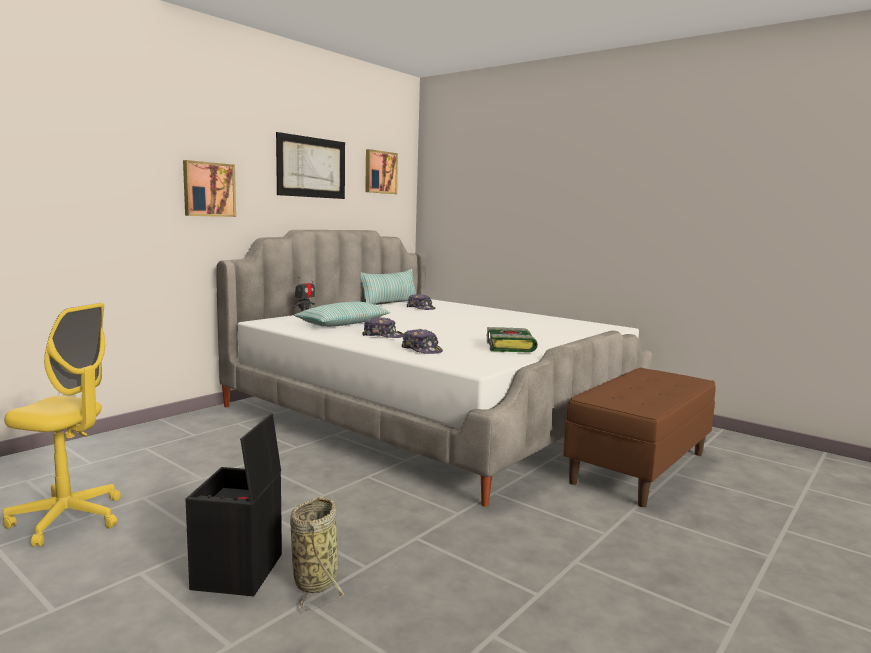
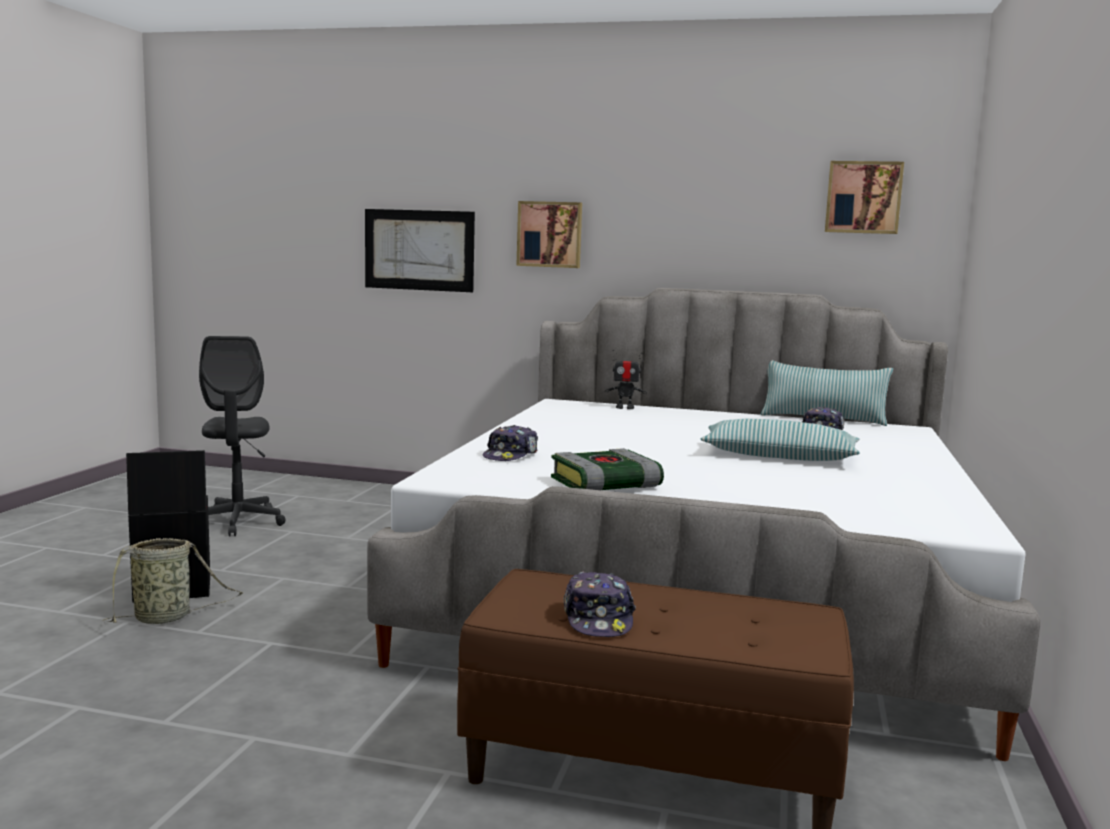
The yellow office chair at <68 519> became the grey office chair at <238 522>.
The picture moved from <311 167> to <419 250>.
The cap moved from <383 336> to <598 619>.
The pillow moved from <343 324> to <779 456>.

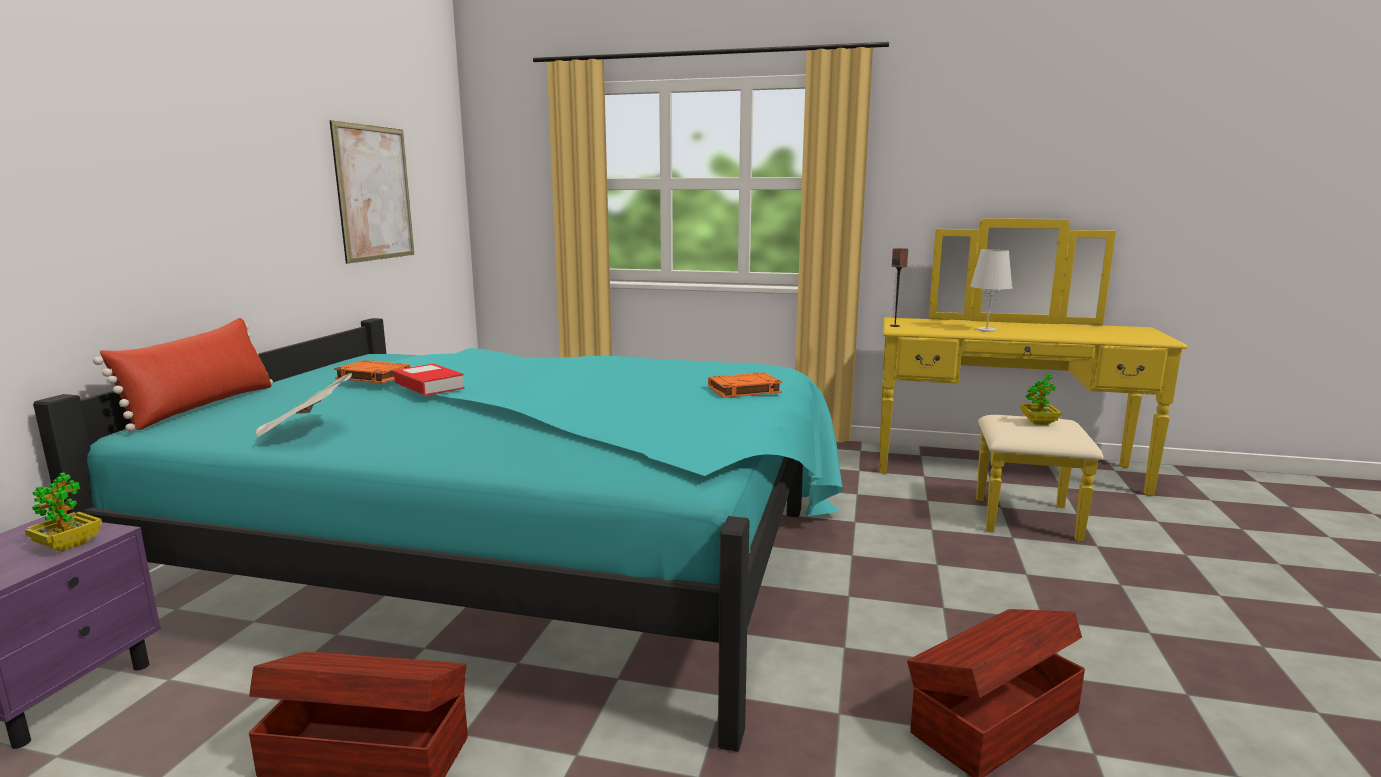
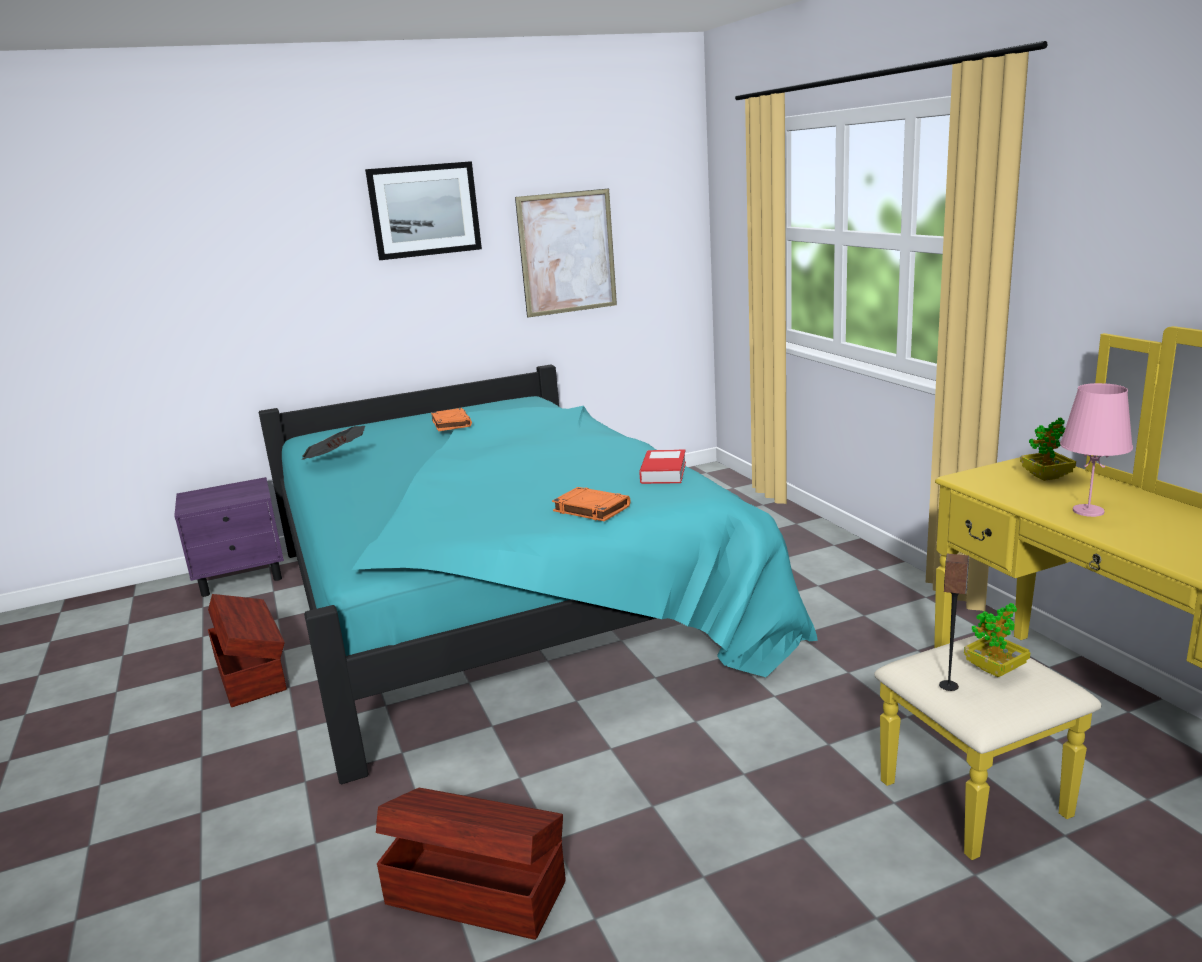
The picture at <424 210> appeared.
The book moved from <429 386> to <663 472>.
The speaker moved from <895 326> to <949 686>.
The potted plant moved from <68 545> to <1046 477>.
The white table lamp at <986 330> became the pink table lamp at <1087 511>.
The red pillow at <203 406> disappeared.

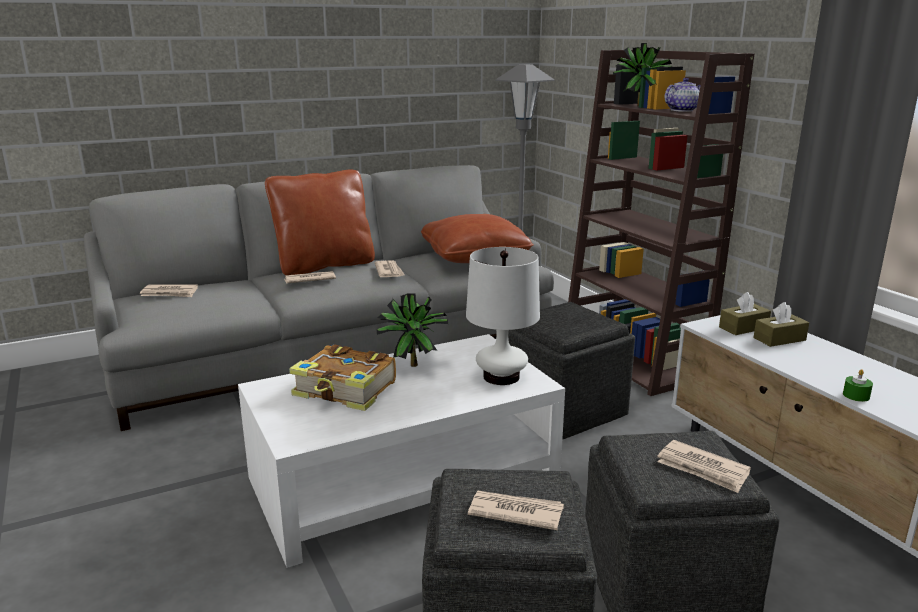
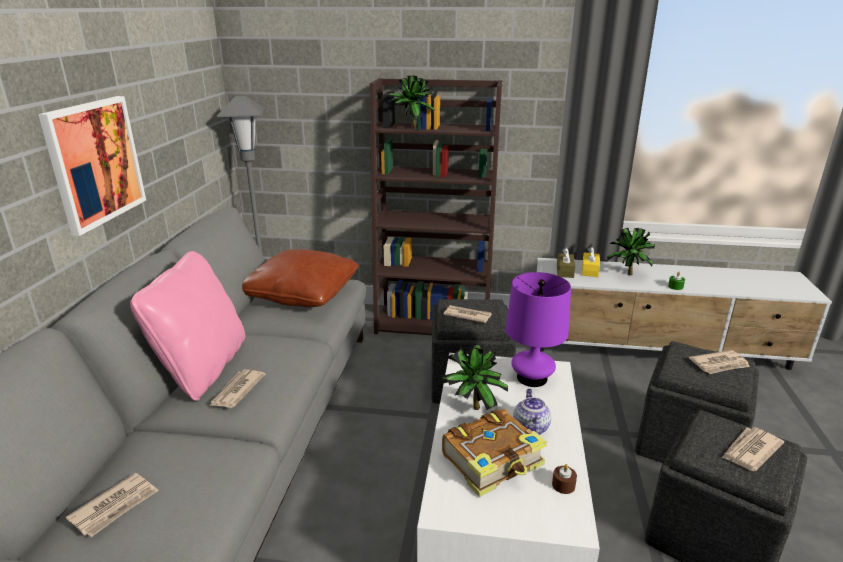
The picture at <95 162> appeared.
The brown pillow at <324 265> became the pink pillow at <203 369>.
The newspaper moved from <389 271> to <467 315>.
The white table lamp at <501 377> became the purple table lamp at <532 378>.
The teapot moved from <682 110> to <530 427>.
The brown candle at <563 485> appeared.
The brown tissue box at <779 339> became the yellow tissue box at <590 270>.
The potted plant at <628 275> appeared.

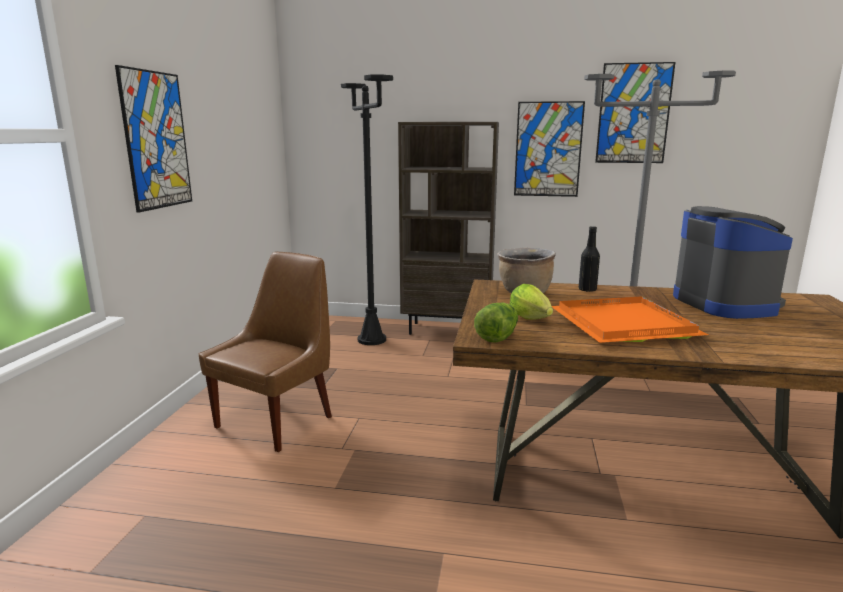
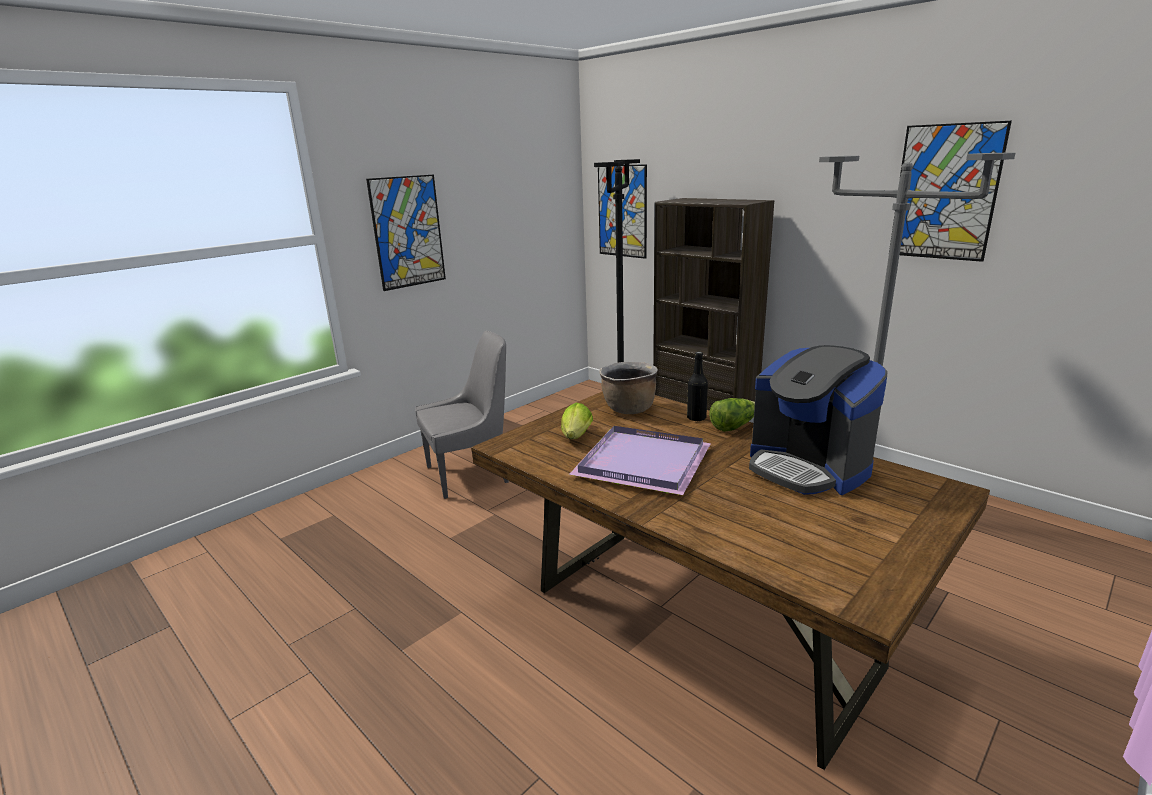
The brown chair at <278 420> became the grey chair at <470 474>.
The orange tray at <620 324> became the purple tray at <641 461>.
The picture moved from <548 149> to <622 211>.
The lettuce moved from <497 335> to <733 426>.
The coffee machine at <725 303> turned 120 degrees clockwise.

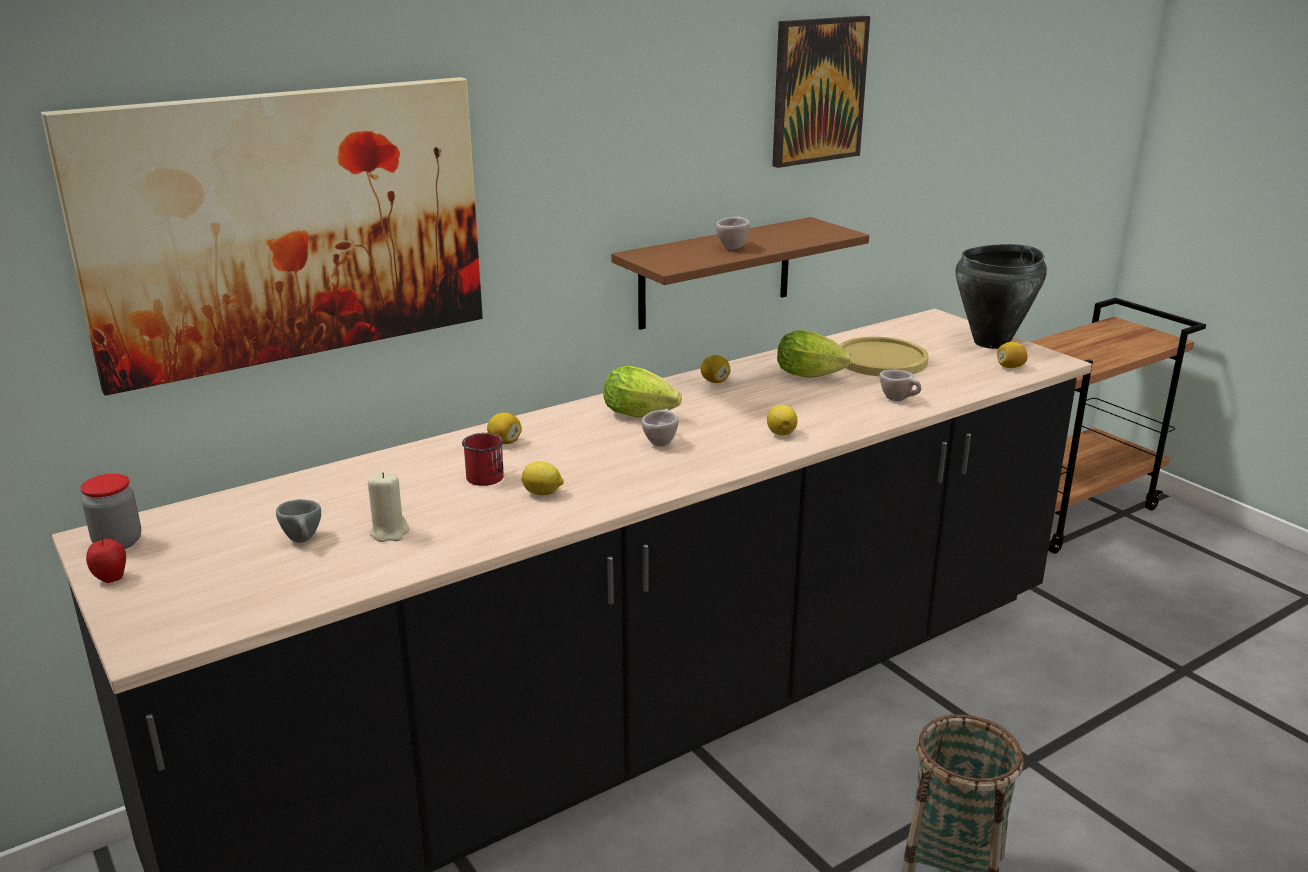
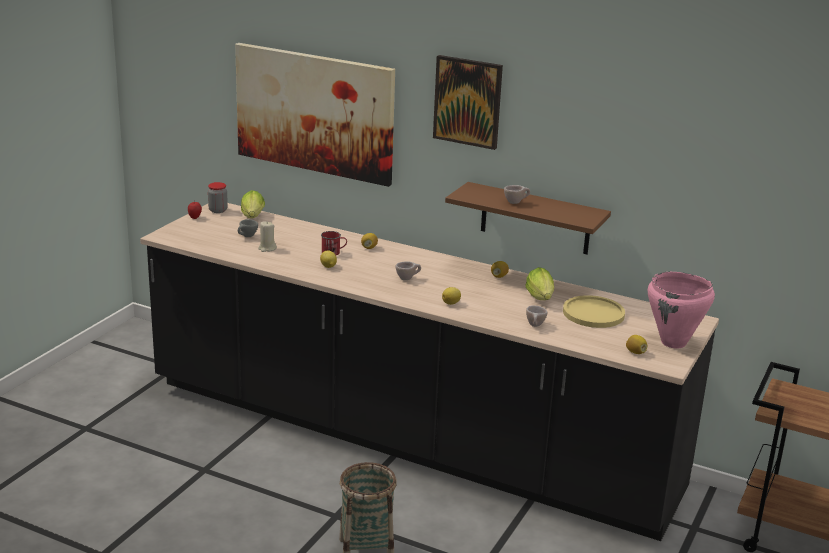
The lettuce moved from <643 415> to <252 218>.
The picture moved from <818 91> to <468 101>.
The black cooking pot at <992 343> became the pink cooking pot at <673 343>.

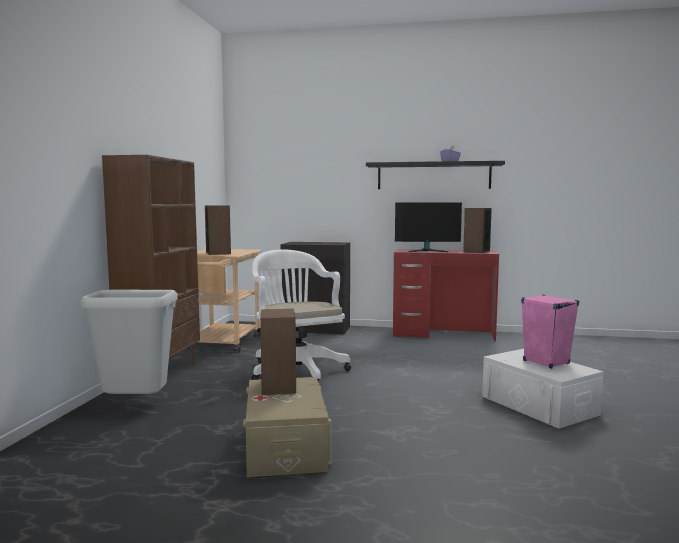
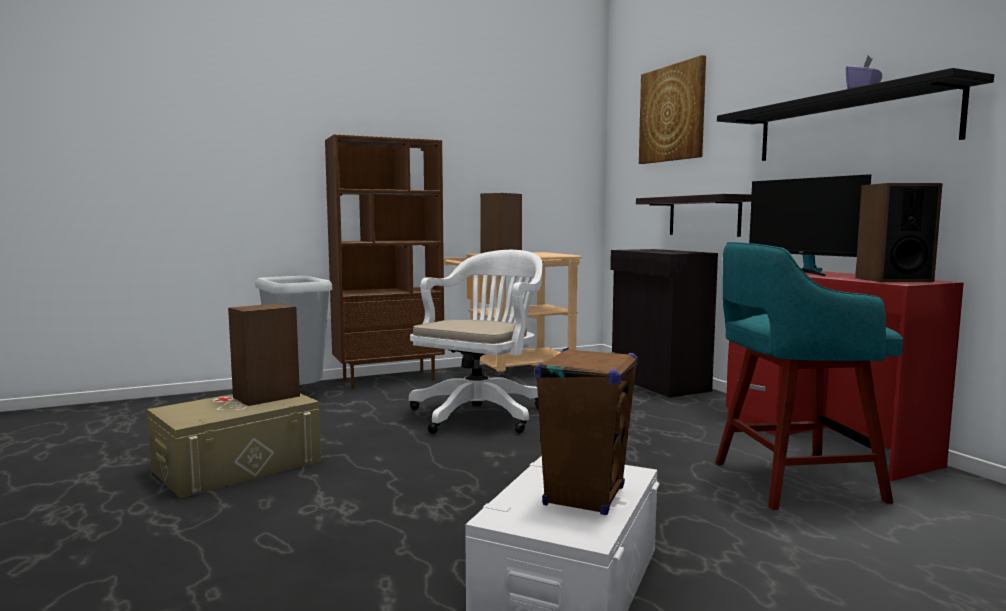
The pink speaker at <545 362> became the brown speaker at <584 496>.
The shelf at <704 216> appeared.
The picture at <672 113> appeared.
The turquoise stool at <791 481> appeared.

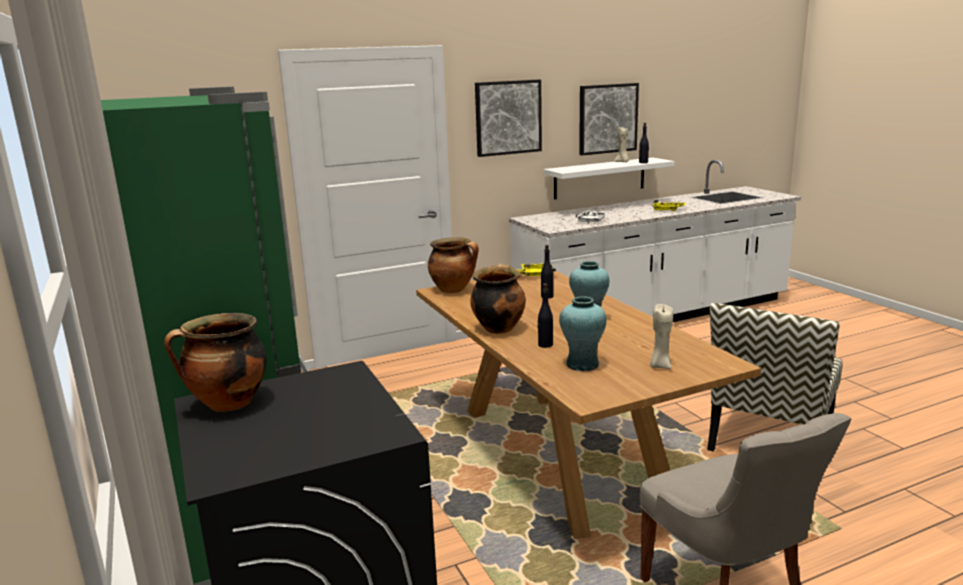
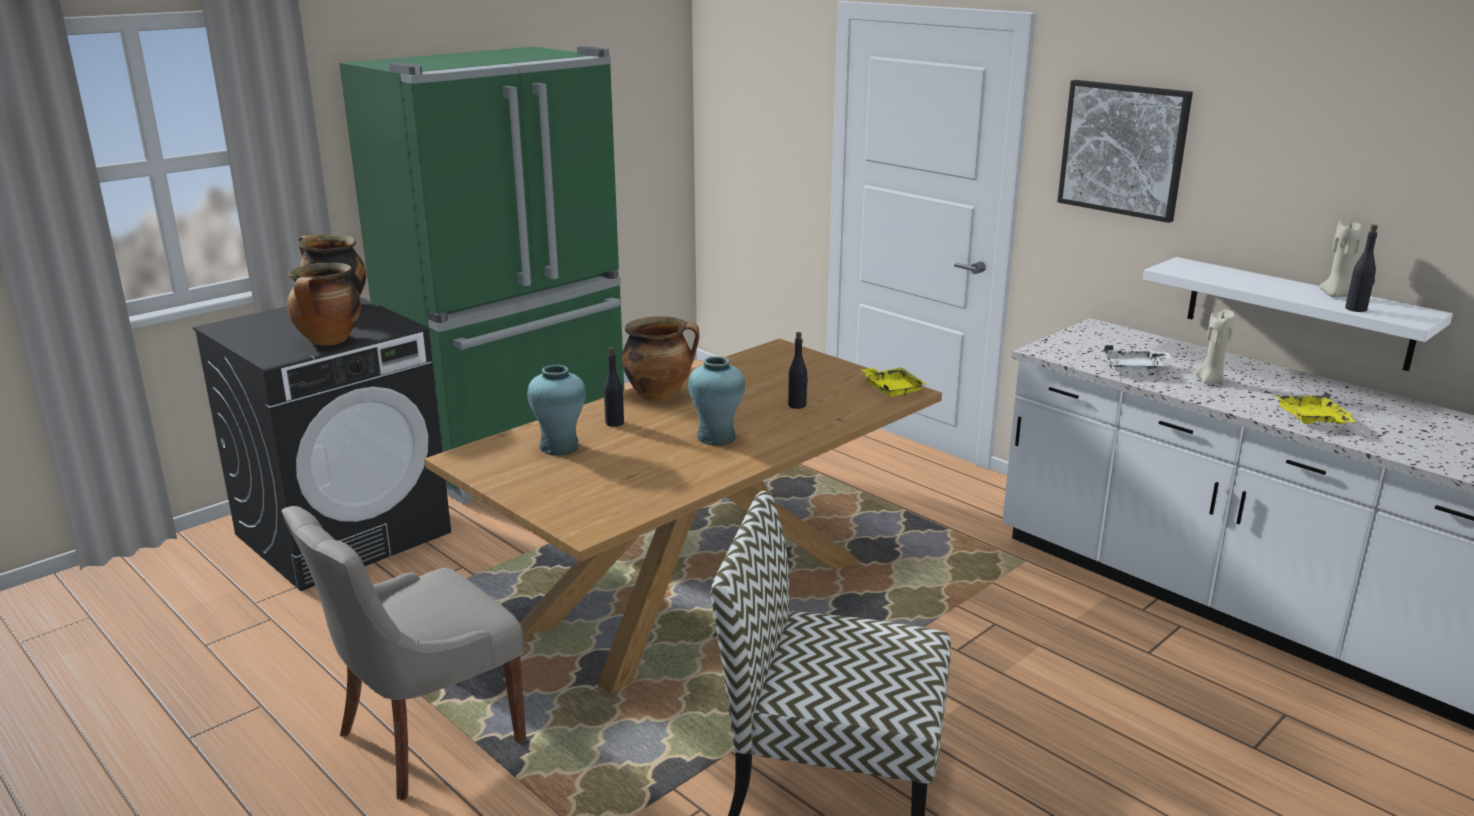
The cooking pot moved from <454 290> to <329 341>.
The beige candle moved from <660 366> to <1210 380>.
The picture at <607 118> disappeared.

